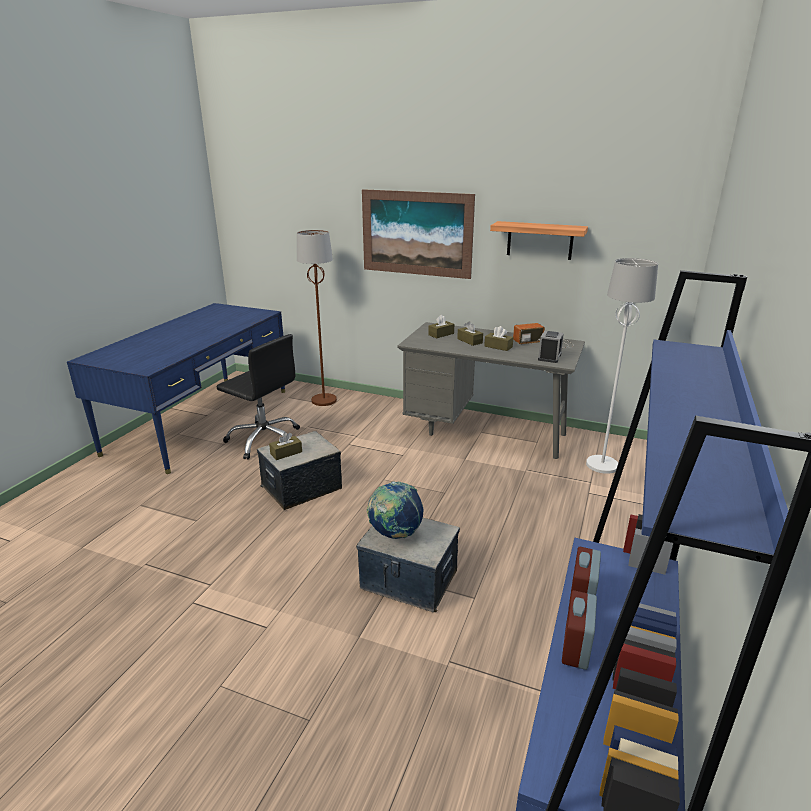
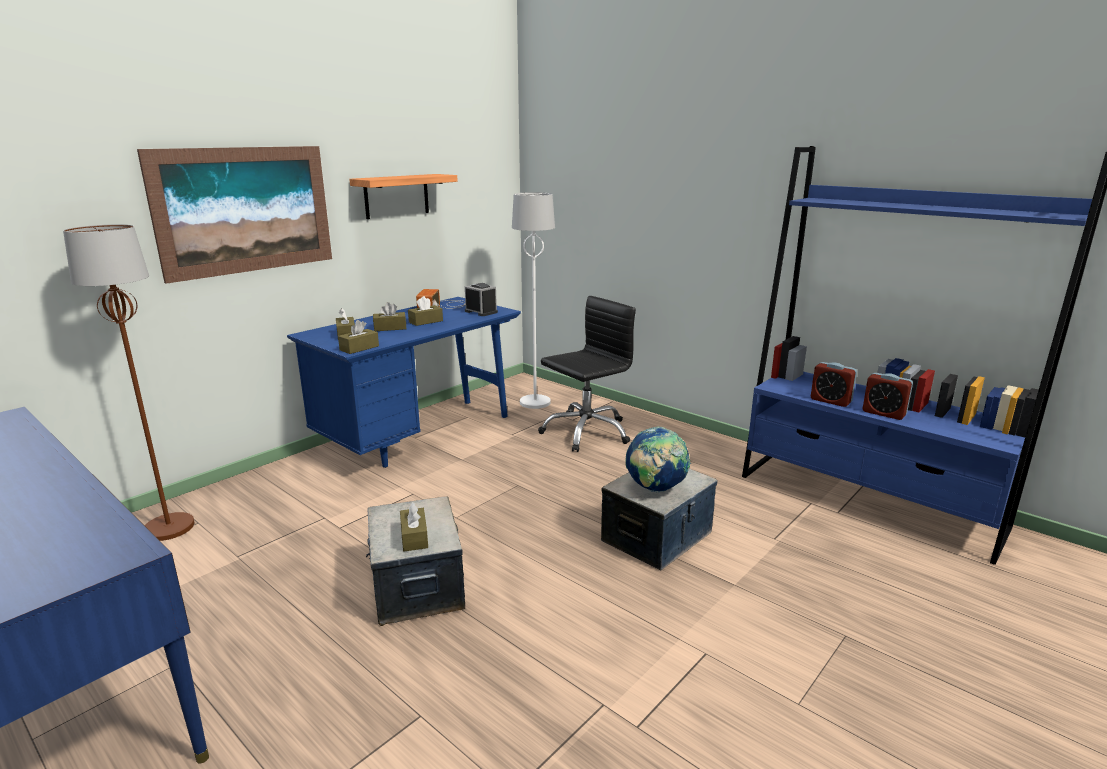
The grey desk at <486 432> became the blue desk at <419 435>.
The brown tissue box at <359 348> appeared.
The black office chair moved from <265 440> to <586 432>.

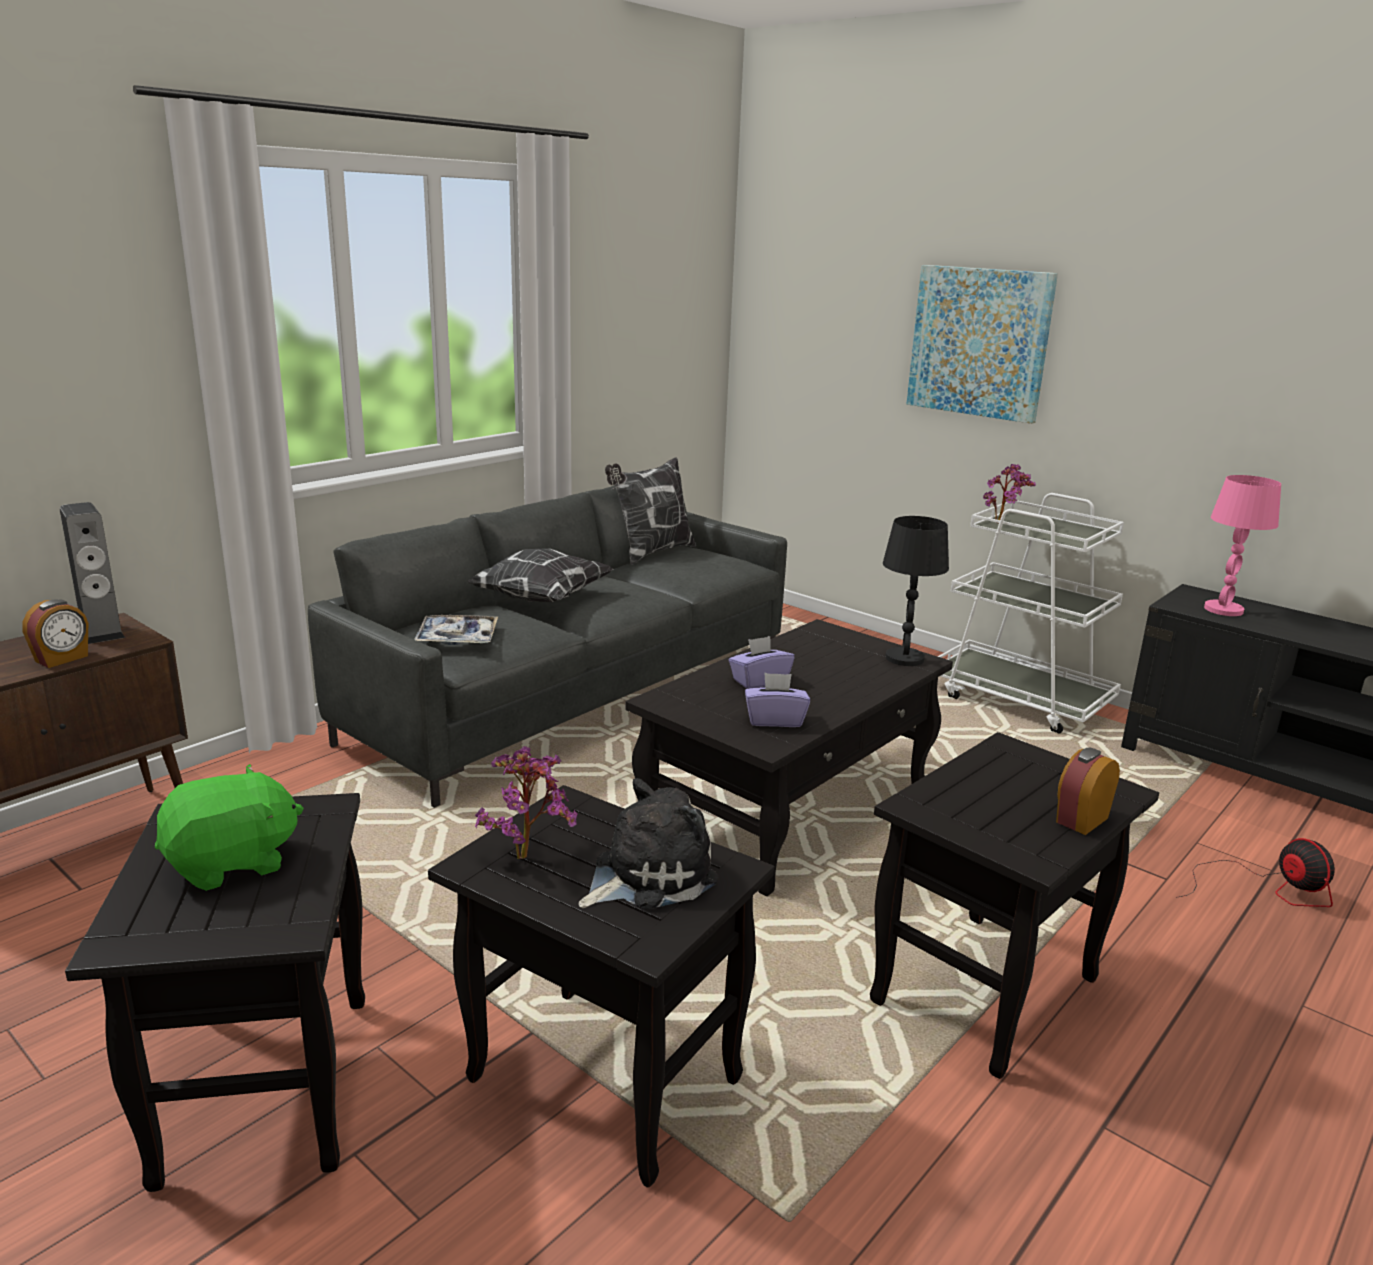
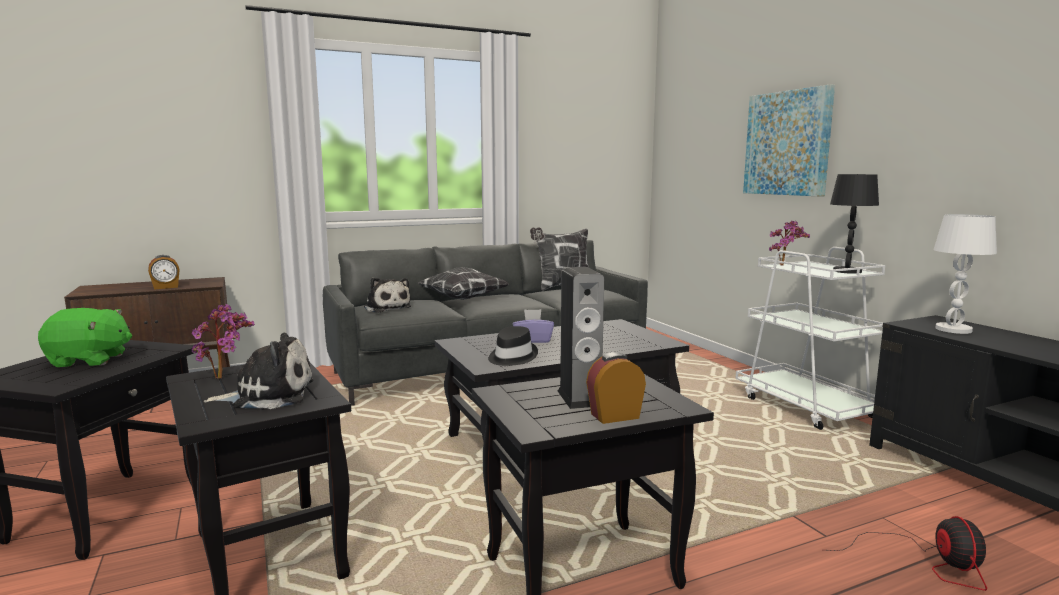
The tray at <457 638> was replaced by the plush toy at <386 308>.
The purple tissue box at <775 720> was replaced by the black hat at <511 357>.
The speaker moved from <101 632> to <580 398>.
The black table lamp moved from <905 658> to <847 271>.
The pink table lamp at <1223 610> became the white table lamp at <953 329>.

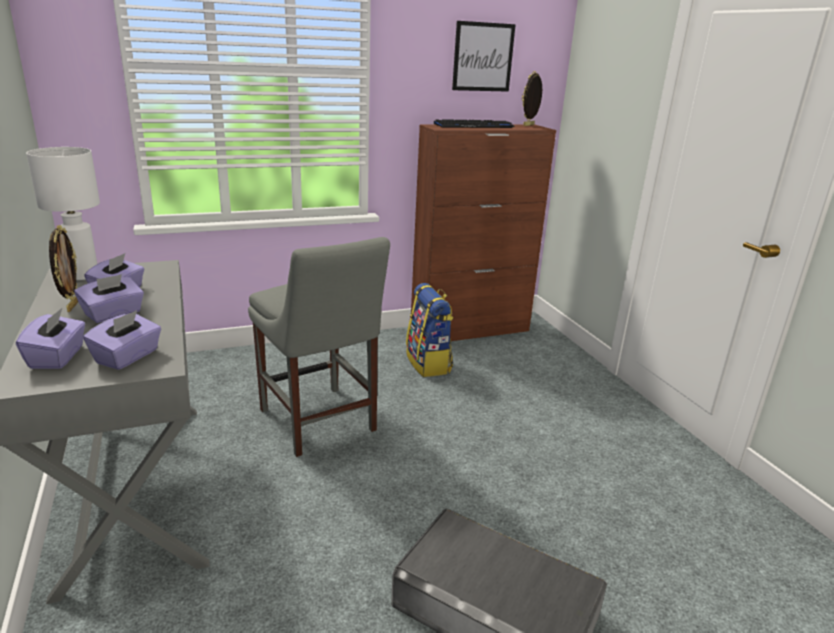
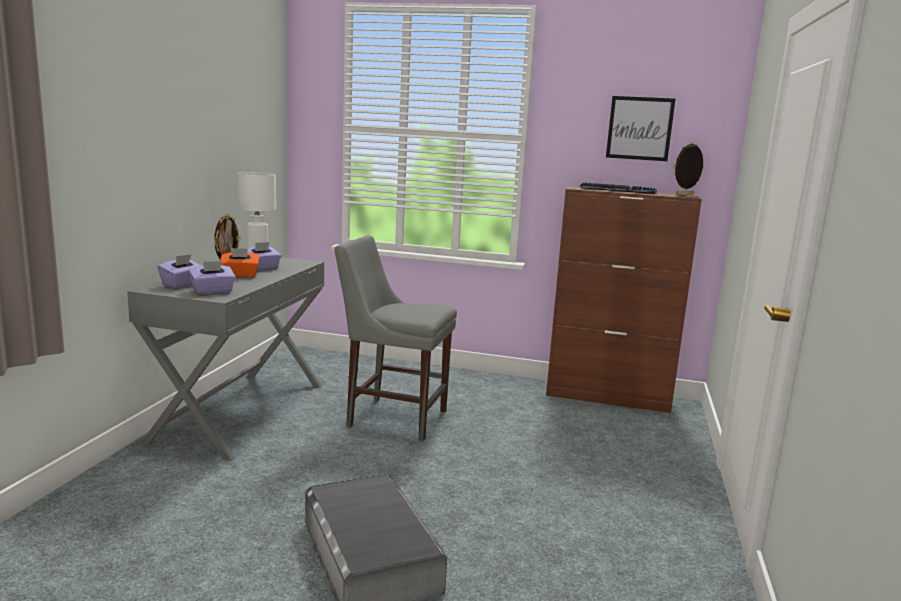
The purple tissue box at <113 314> became the orange tissue box at <240 275>.
The grey chair at <319 423> turned 105 degrees clockwise.
The backpack at <429 363> disappeared.

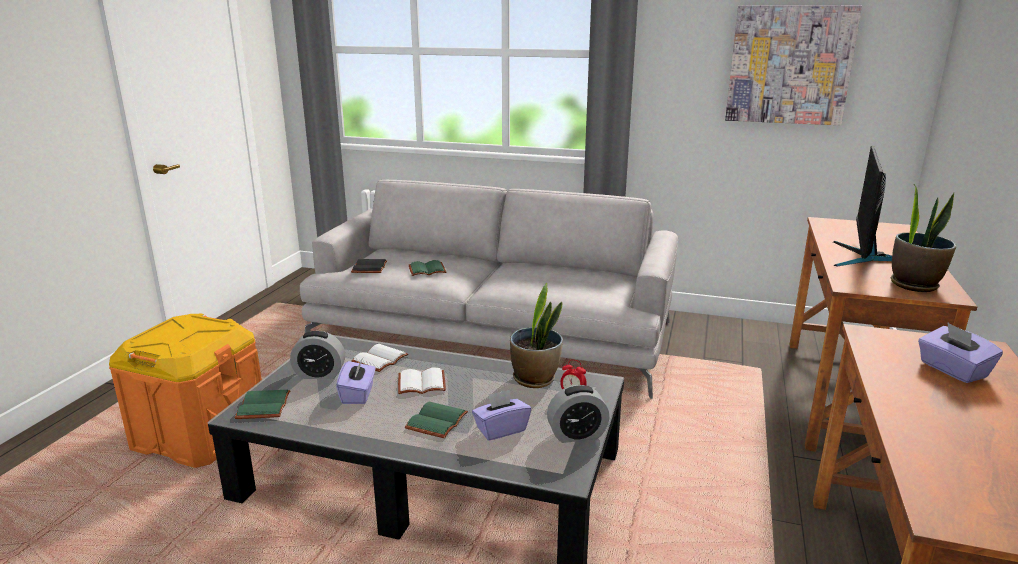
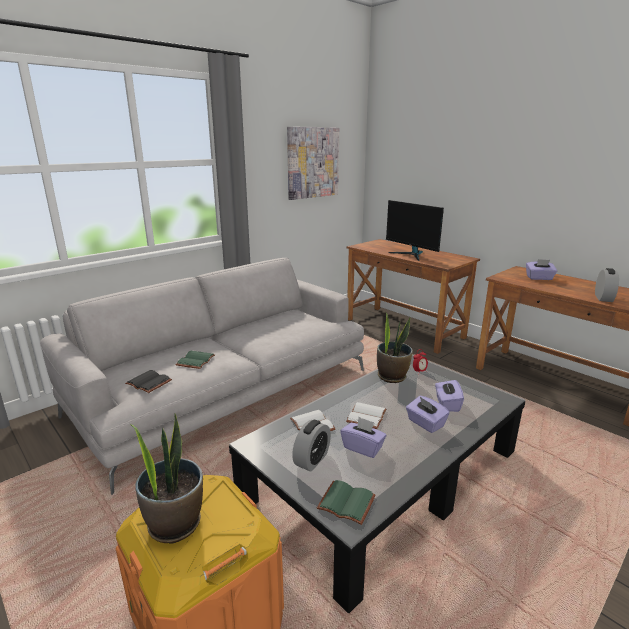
The potted plant moved from <914 285> to <175 523>.
The green book at <437 422> was replaced by the purple tissue box at <425 423>.
The alarm clock moved from <577 435> to <603 298>.

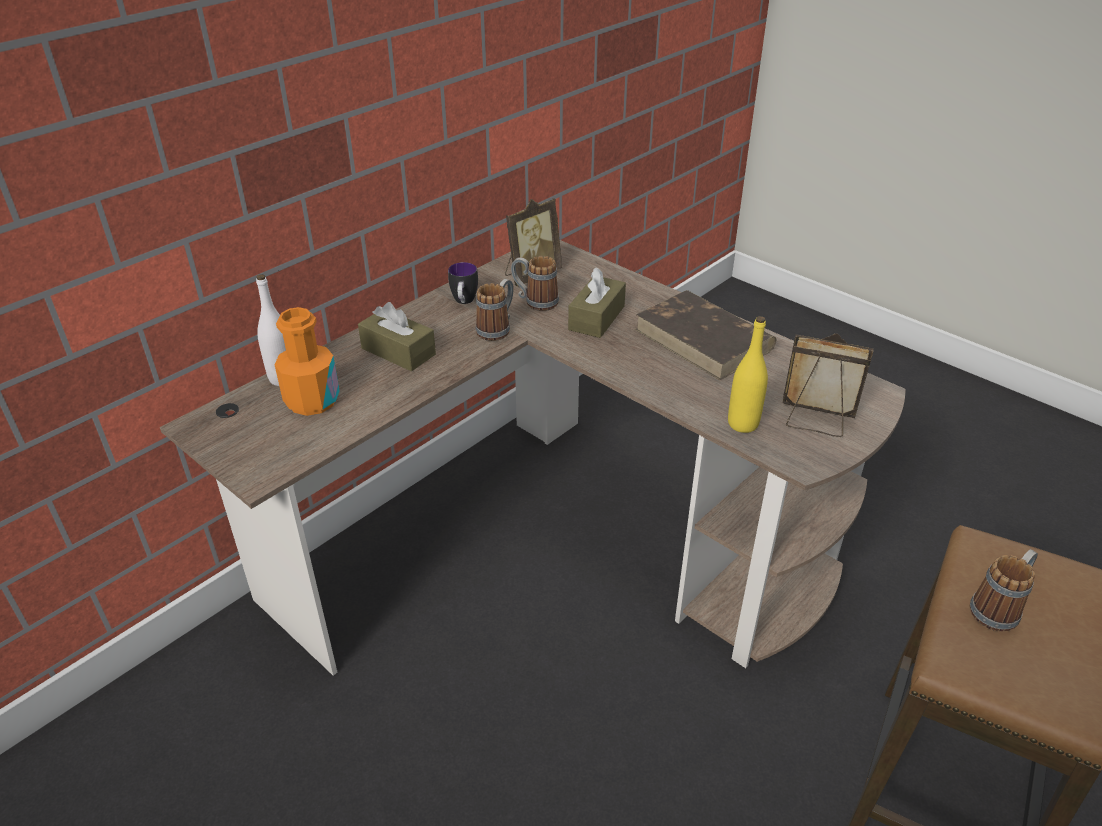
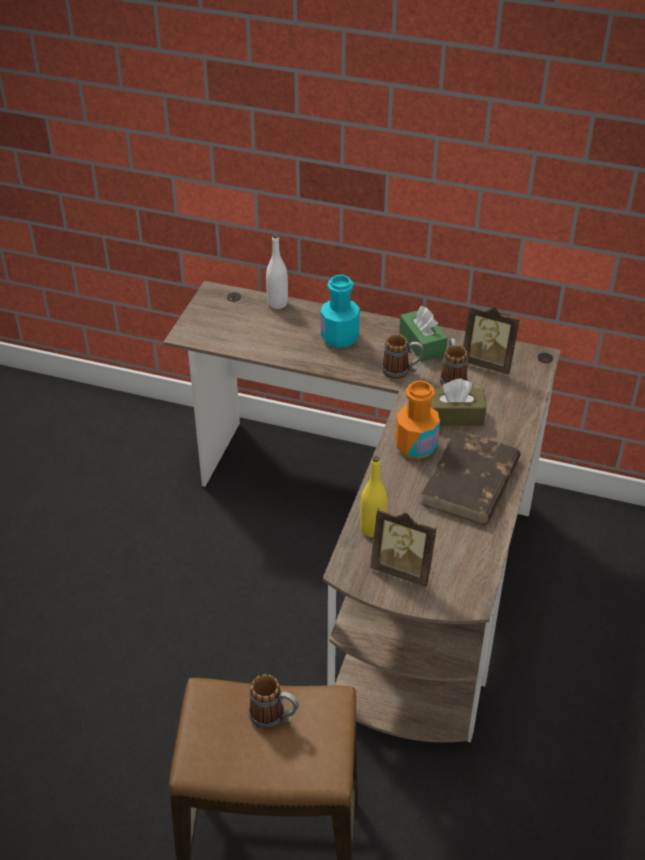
The brown tissue box at <398 351> was replaced by the turquoise bottle at <339 337>.
The picture frame at <815 421> turned 120 degrees clockwise.
The orange bottle moved from <312 401> to <416 446>.
The mug at <463 302> was replaced by the green tissue box at <422 343>.

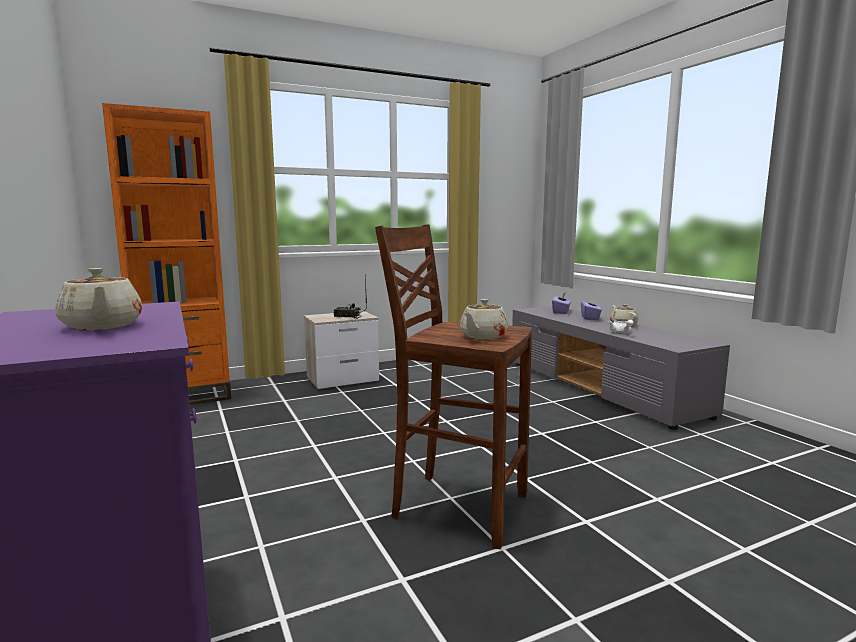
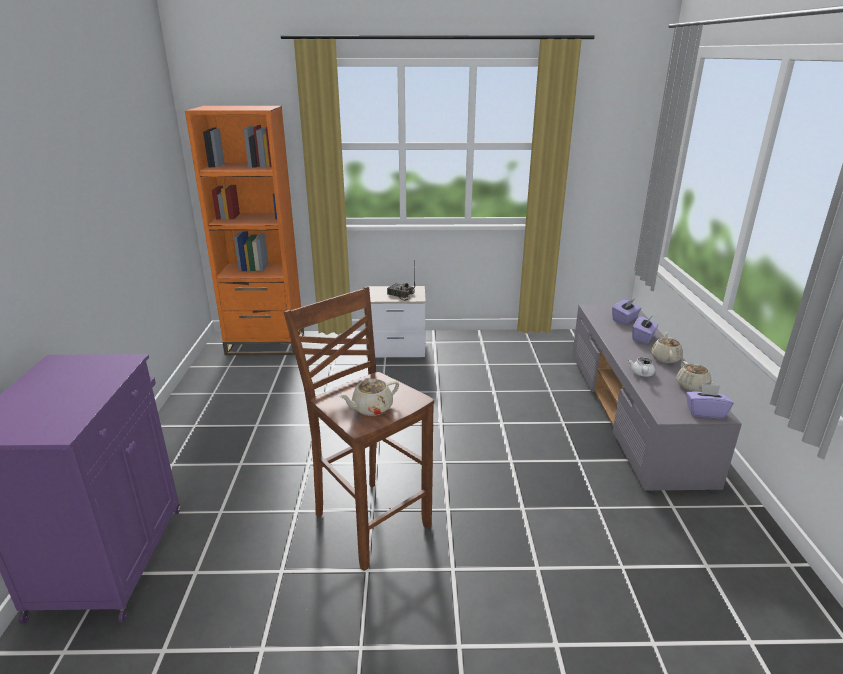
The beige teapot moved from <102 326> to <692 387>.
The purple tissue box at <705 412> appeared.

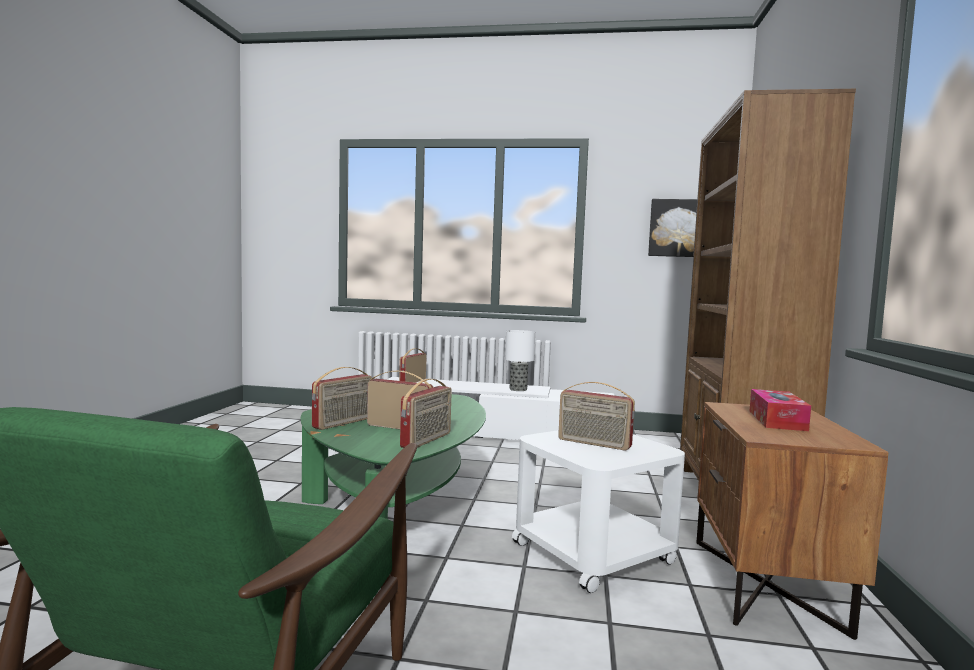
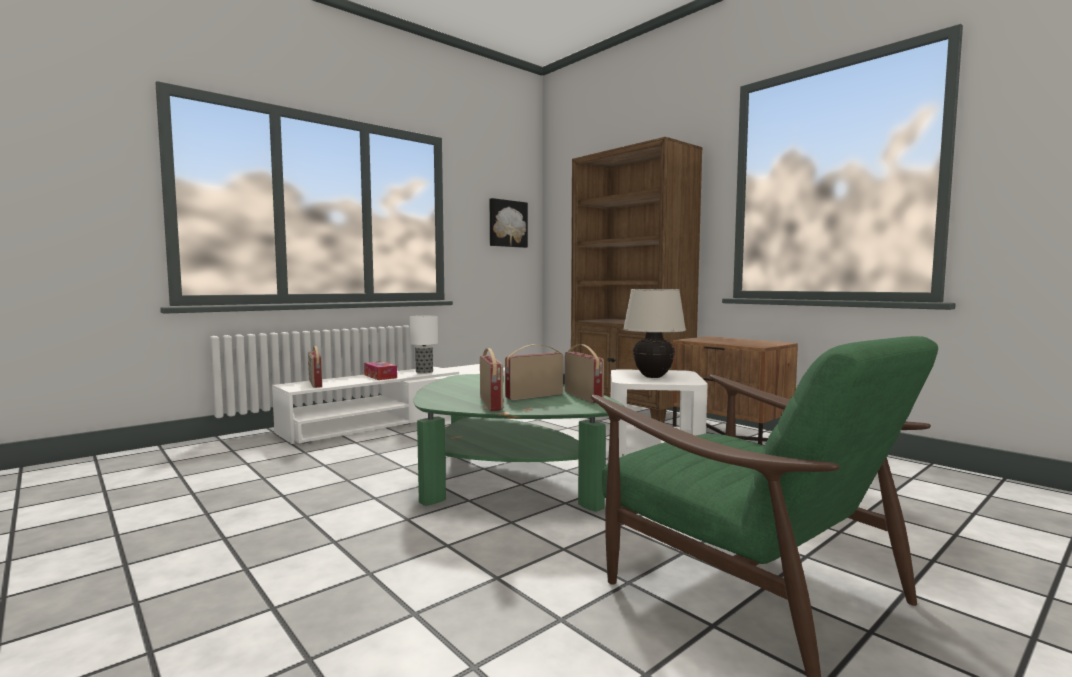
The tissue box moved from <777 420> to <380 376>.
The radio at <593 444> was replaced by the beige table lamp at <653 376>.

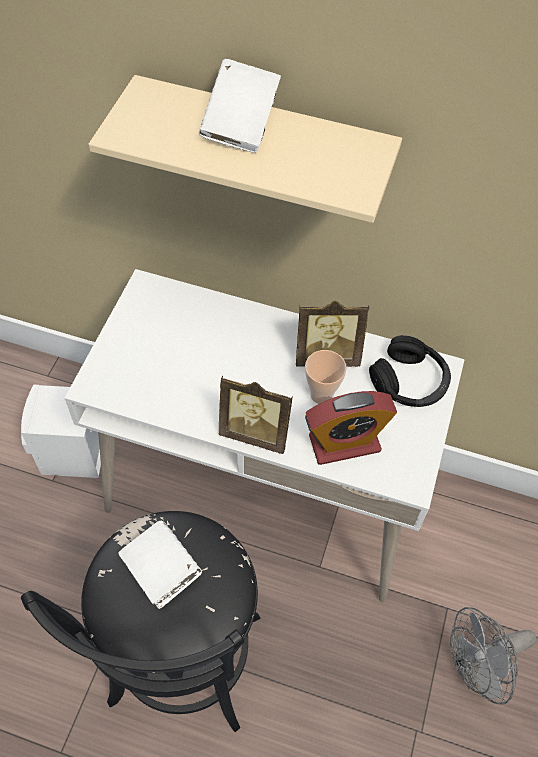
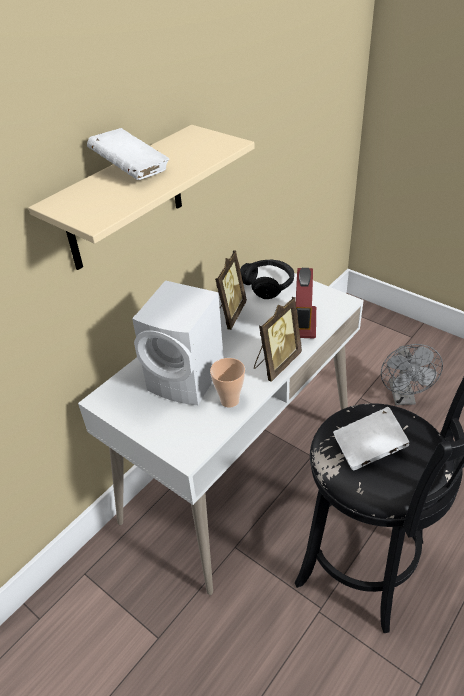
The white speaker moved from <73 455> to <188 379>.
The cup moved from <321 395> to <229 400>.

